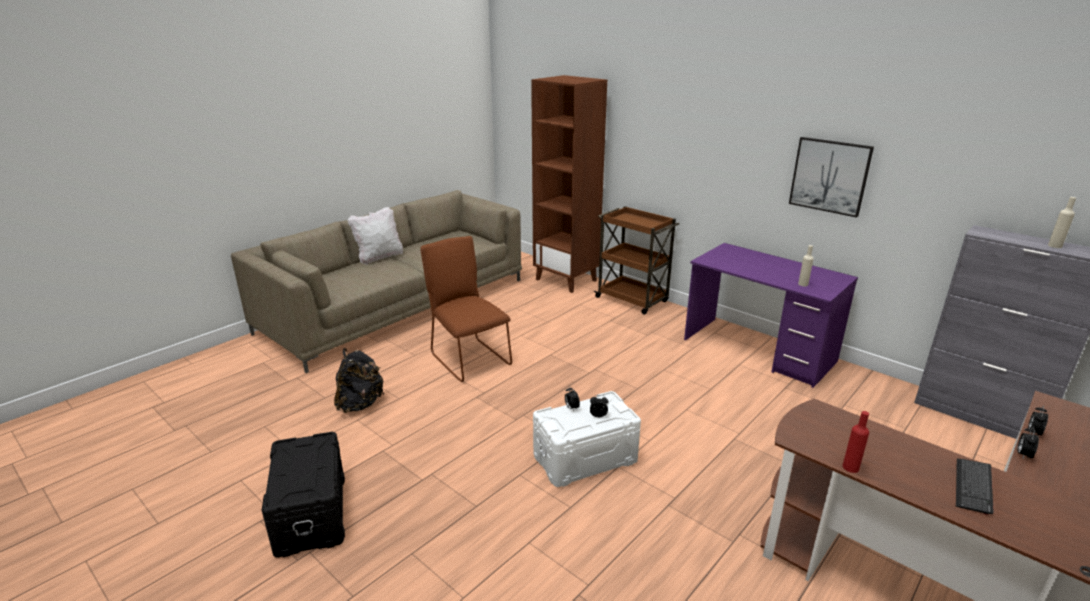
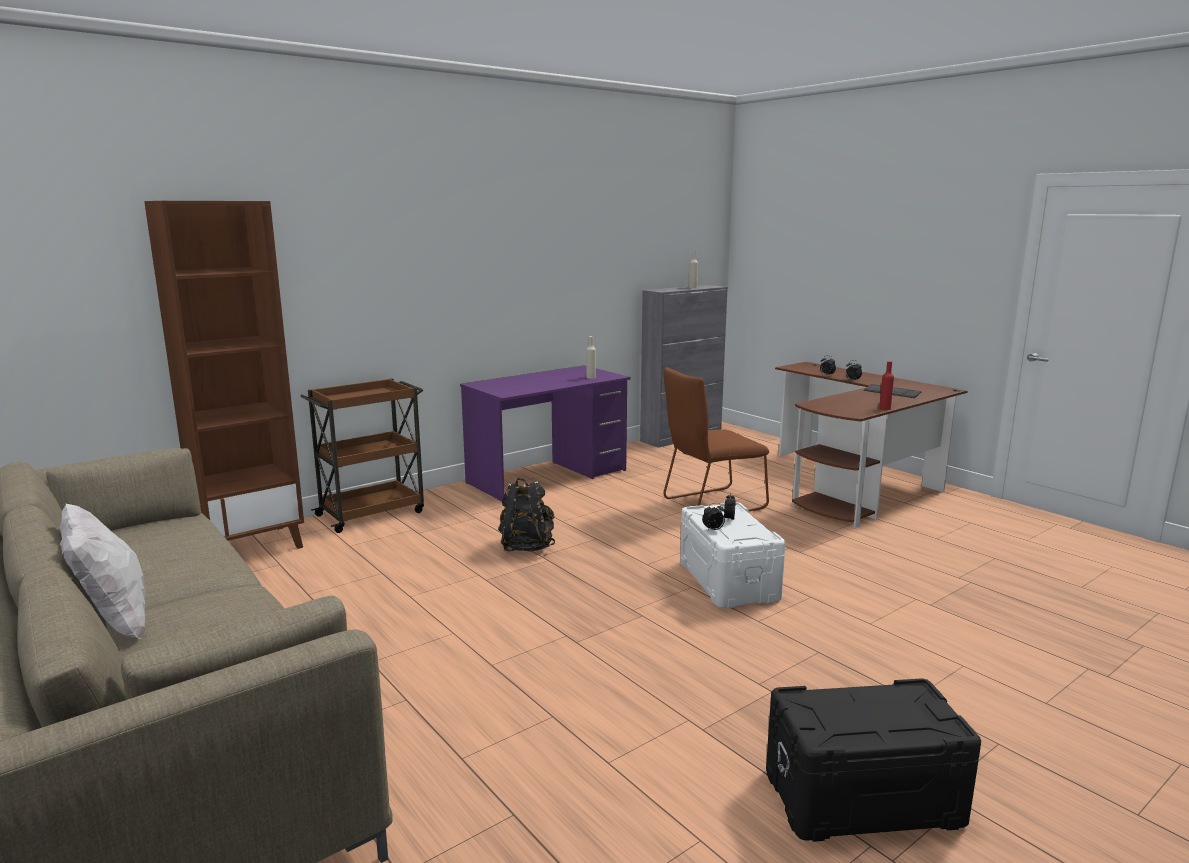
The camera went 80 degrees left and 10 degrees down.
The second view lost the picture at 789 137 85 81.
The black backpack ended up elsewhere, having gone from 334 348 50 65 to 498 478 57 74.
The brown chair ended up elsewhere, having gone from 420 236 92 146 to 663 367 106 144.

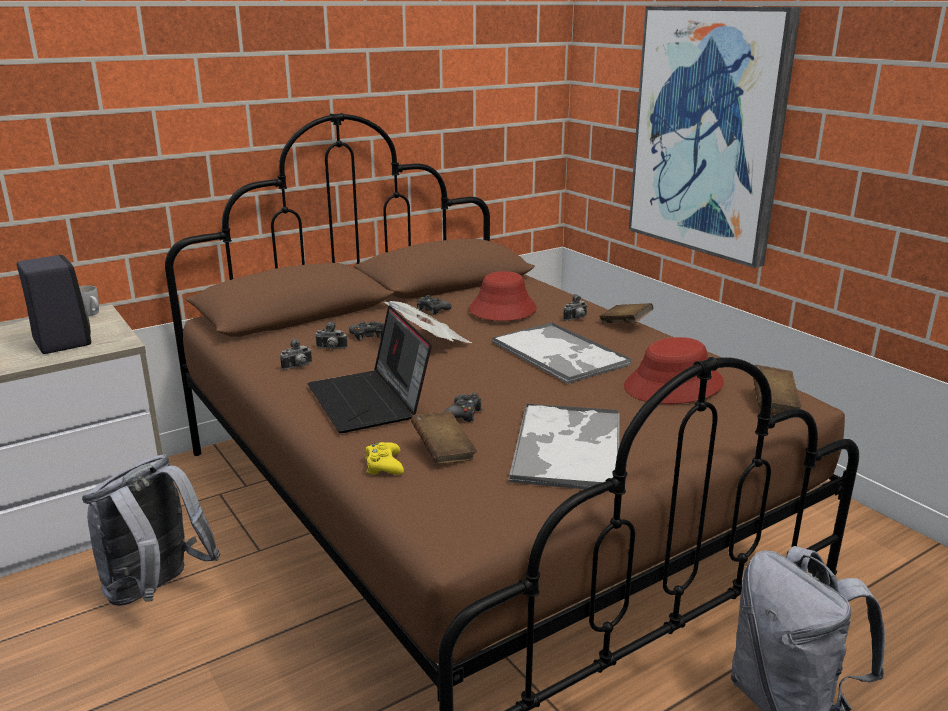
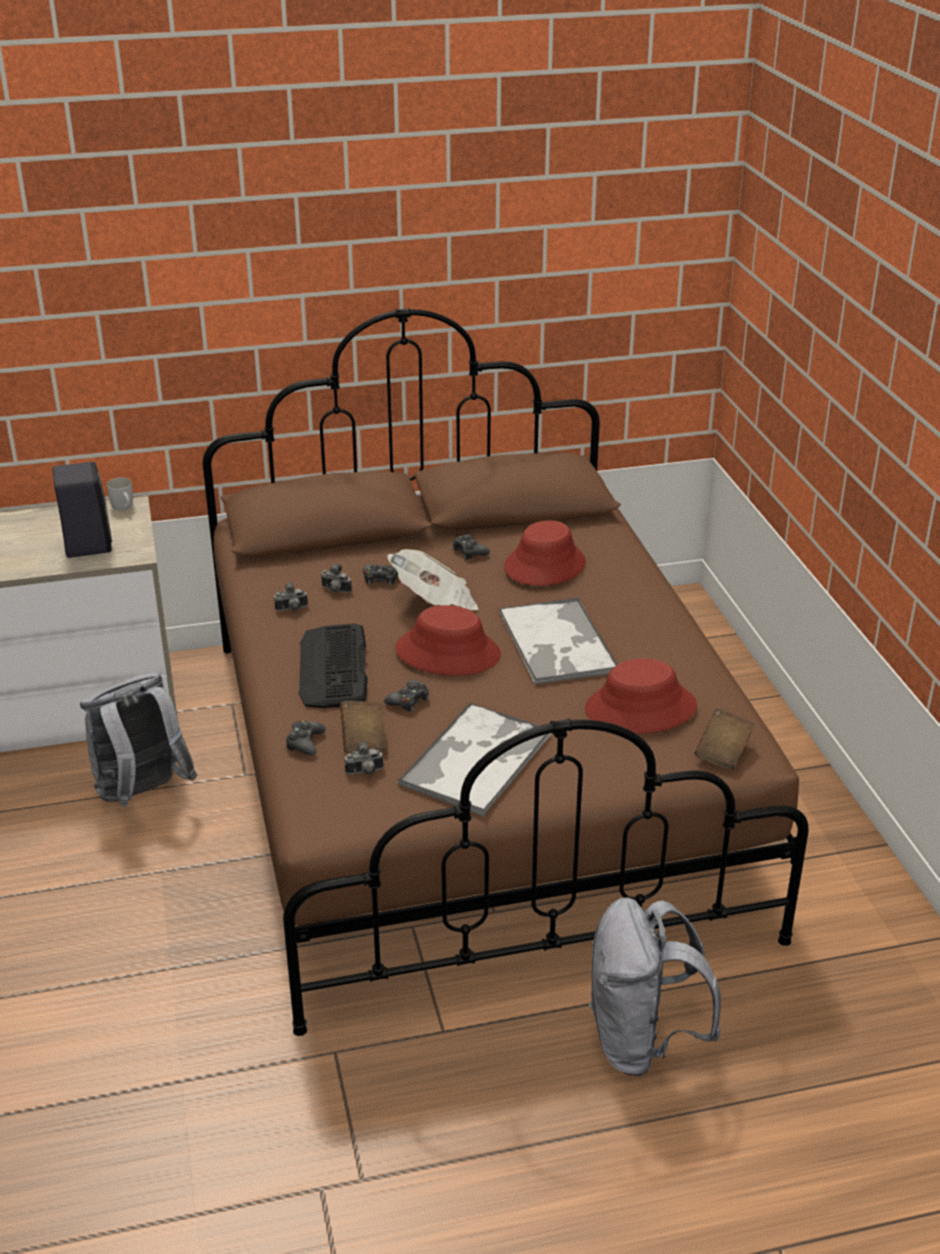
The camera went 20 degrees right and 10 degrees up.
The second view lost the brown book at 599 303 54 20.
The second view lost the picture at 629 6 172 262.
The second view gained the red hat at 395 605 106 71.
The photo camera ended up elsewhere, having gone from 563 294 24 27 to 345 740 39 35.
Where the laptop stood at 307 306 125 127, the keyboard came to stand at 299 623 69 85.
What was the yellow game controller at 365 442 39 33 turned into the black game controller at 286 720 40 36.

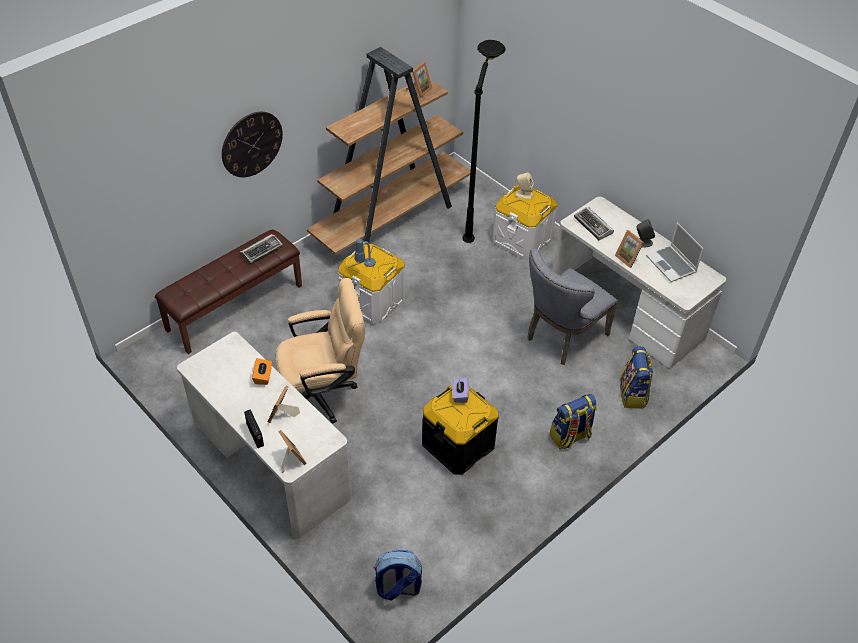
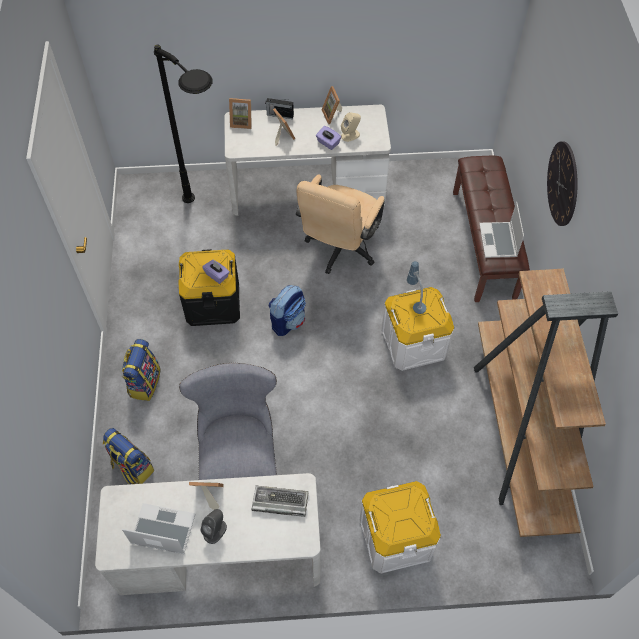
The camera went 130 degrees right and 10 degrees up.
The backpack ended up elsewhere, having gone from 374 549 48 52 to 269 285 37 51.
The picture frame ended up elsewhere, having gone from 406 62 27 36 to 322 86 20 38.
The black floor lamp ended up elsewhere, having gone from 462 40 43 203 to 154 44 58 159.
The beige speaker ended up elsewhere, having gone from 515 172 19 27 to 341 112 20 30.
Where the keyboard stood at 240 234 43 31, the laptop came to stand at 479 202 45 56.
What was the orange tissue box at 252 358 20 27 turned into the purple tissue box at 316 126 25 24.

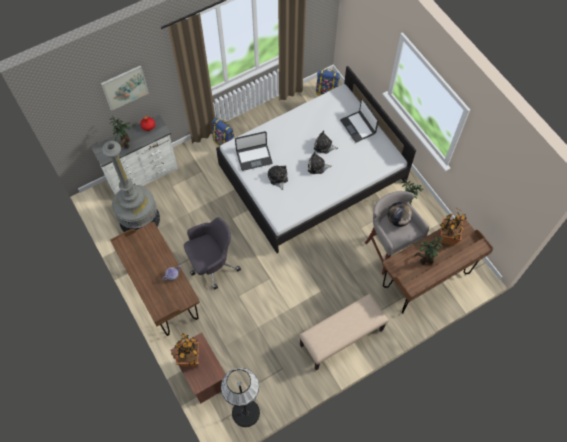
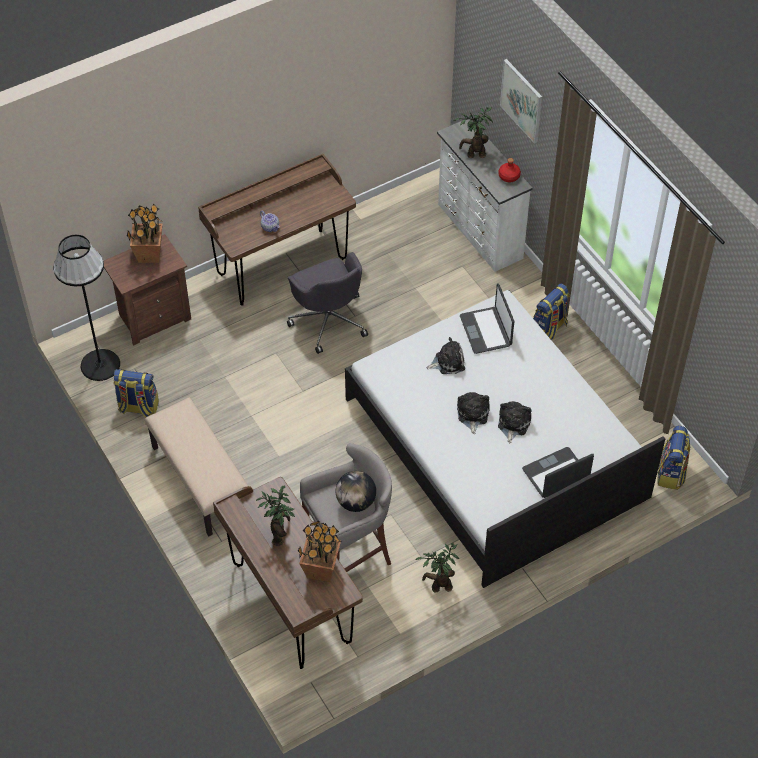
The camera went 90 degrees right and 10 degrees down.
The second view lost the grey floor lamp at 102 141 58 91.
The second view gained the backpack at 114 369 45 49.

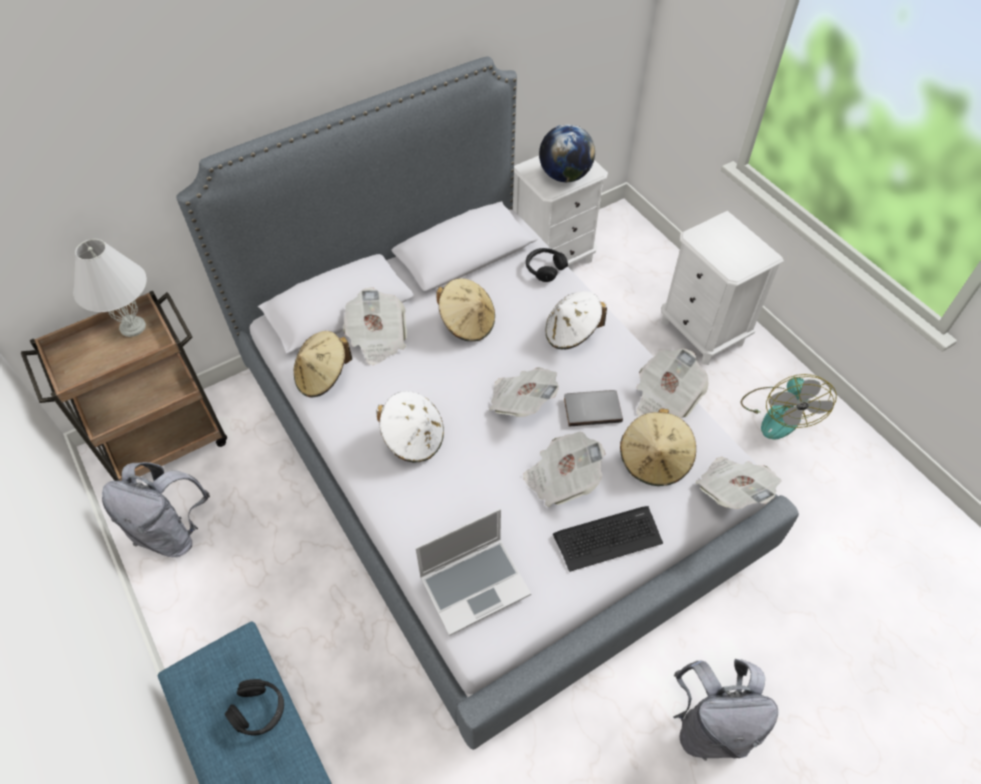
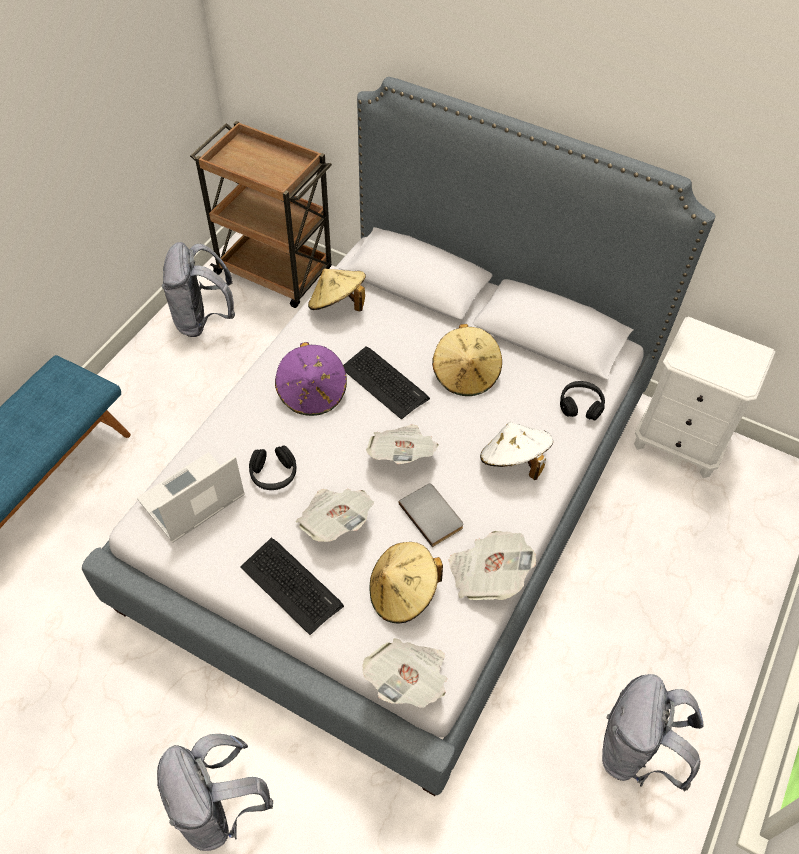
The camera went 60 degrees right and 0 degrees up.
The second view lost the white table lamp at 73 239 74 98.
The second view lost the newspaper at 343 287 64 78.
The second view lost the globe at 539 124 56 58.
The second view lost the white nightstand at 661 211 123 154.
The second view gained the keyboard at 343 346 87 73.
The black headphones ended up elsewhere, having gone from 225 679 59 56 to 249 445 48 45.
Where the fan stood at 741 374 96 66, the grey backpack came to stand at 602 674 102 117.
What was the white hat at 376 391 68 72 turned into the purple hat at 275 342 72 74.
The laptop at 415 508 116 128 ended up facing another way, 105 degrees clockwise from before.

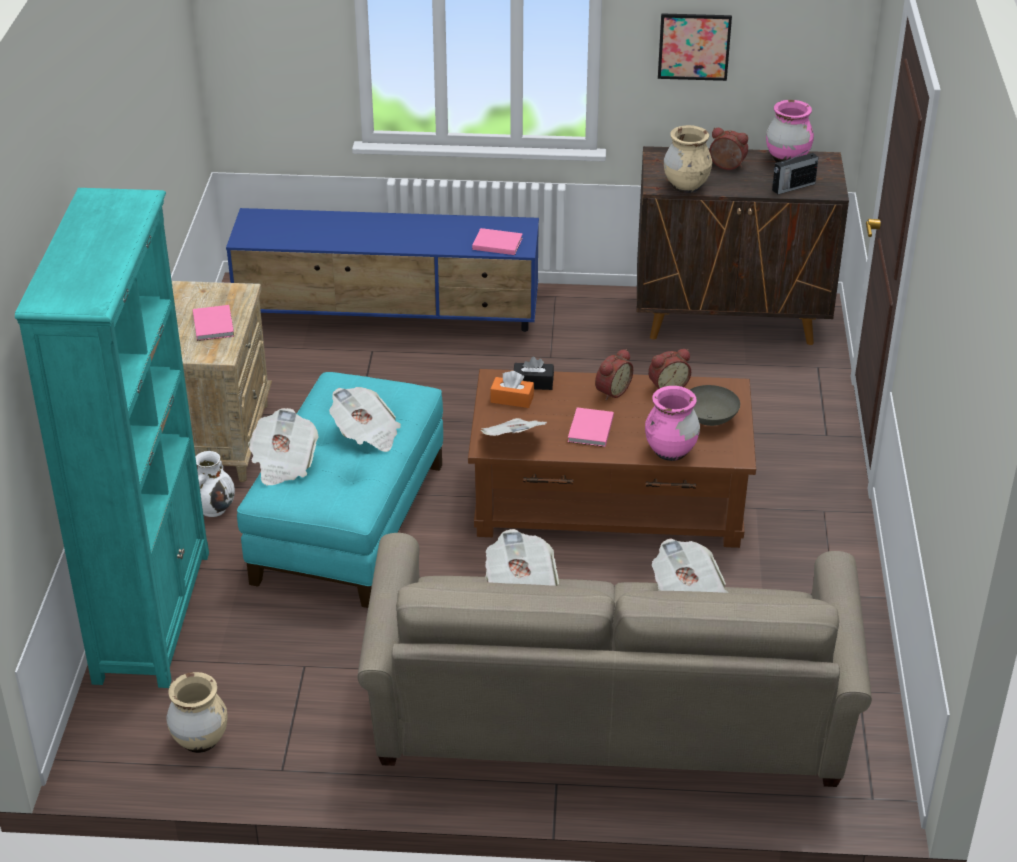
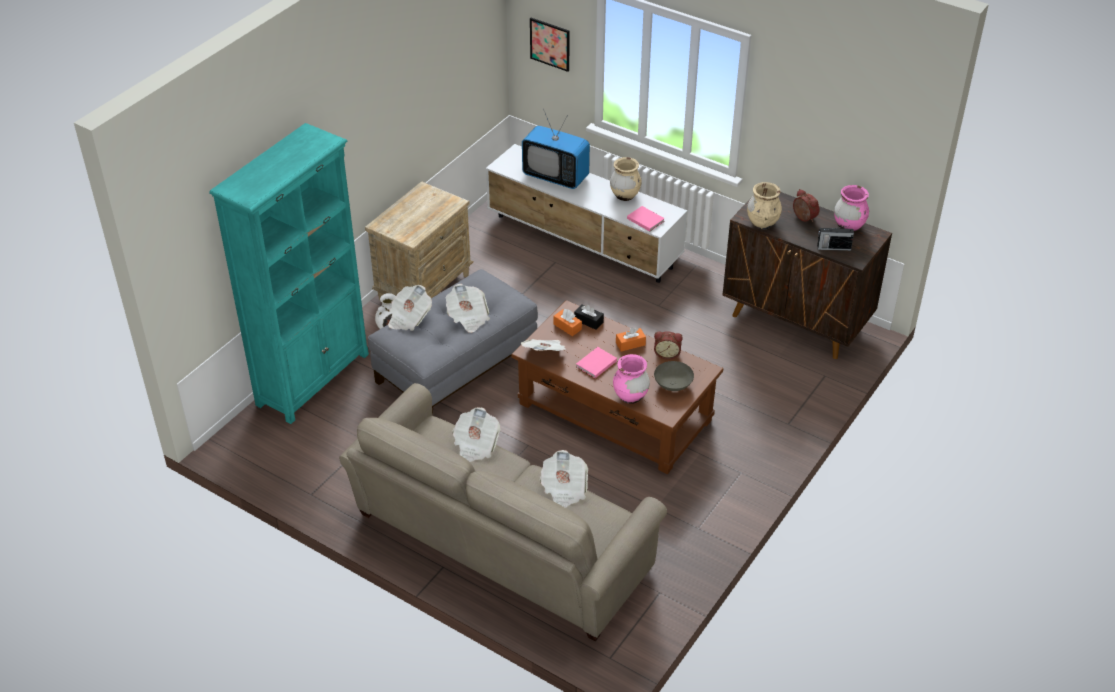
The camera went 30 degrees right and 5 degrees up.
The second view lost the pink book at 193 305 41 36.
The second view gained the television at 522 109 68 80.
The beige vase ended up elsewhere, having gone from 166 672 62 81 to 610 157 31 44.
The picture ended up elsewhere, having gone from 658 13 74 68 to 530 18 40 54.
Where the alarm clock stood at 595 349 38 51, the orange tissue box came to stand at 616 328 30 23.
What was the blue tv stand at 226 208 313 124 turned into the white tv stand at 486 144 202 139.
What was the turquoise ottoman at 237 372 206 236 turned into the grey ottoman at 368 269 170 145.

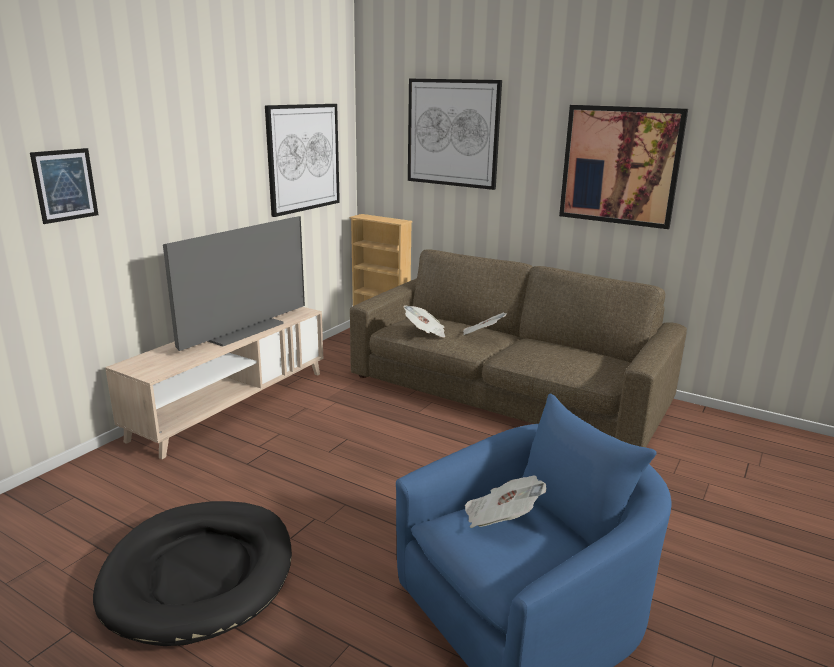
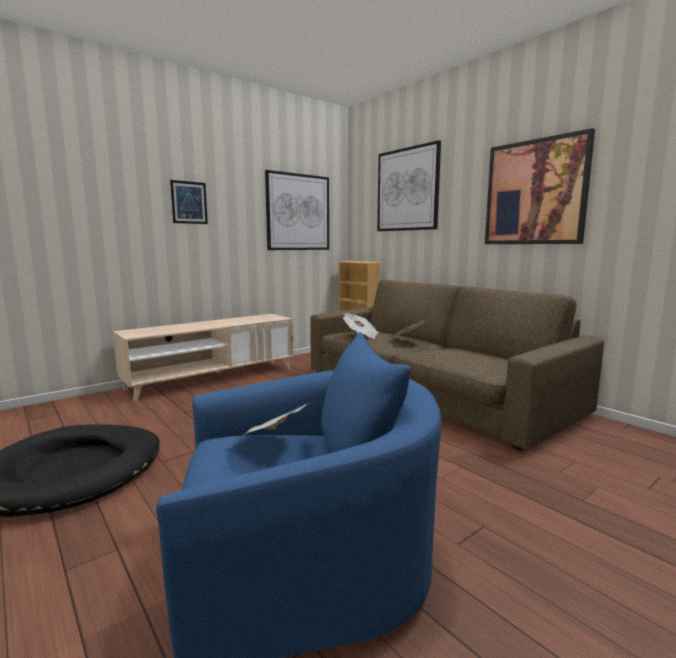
The camera went 20 degrees right and 10 degrees down.
The second view lost the television at 163 216 142 135.
The picture ended up elsewhere, having gone from 30 148 68 76 to 170 180 38 44.

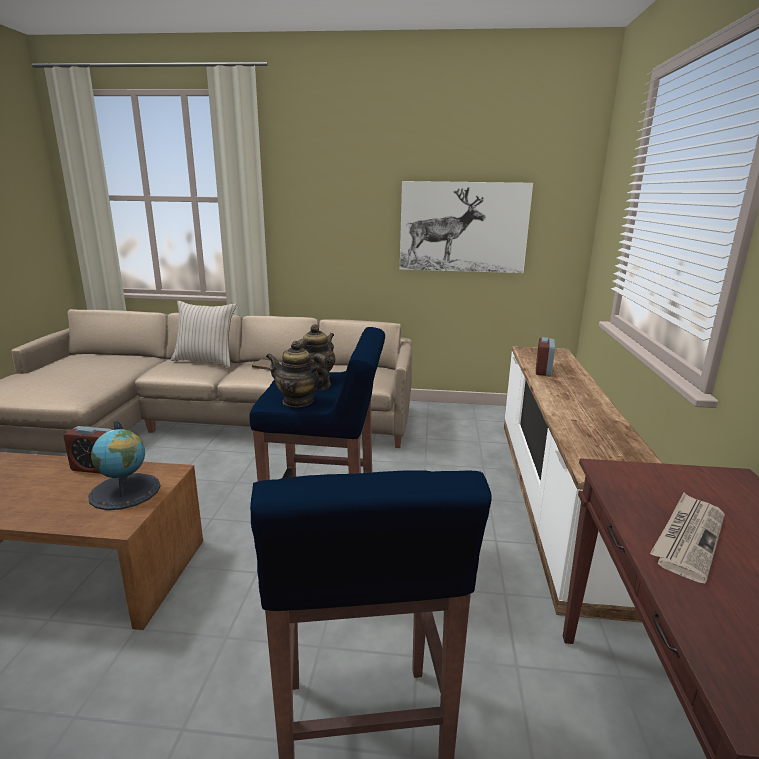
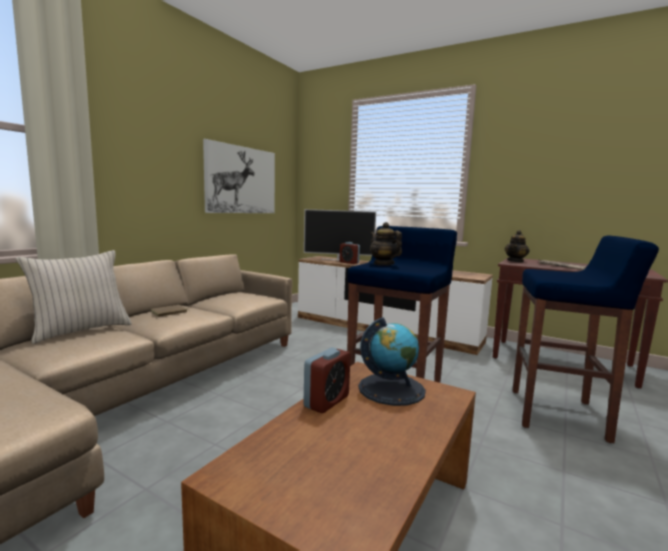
The camera went 65 degrees left and 10 degrees down.
The second view gained the television at 304 209 72 51.
The teapot ended up elsewhere, having gone from 266 341 65 66 to 505 230 25 33.

